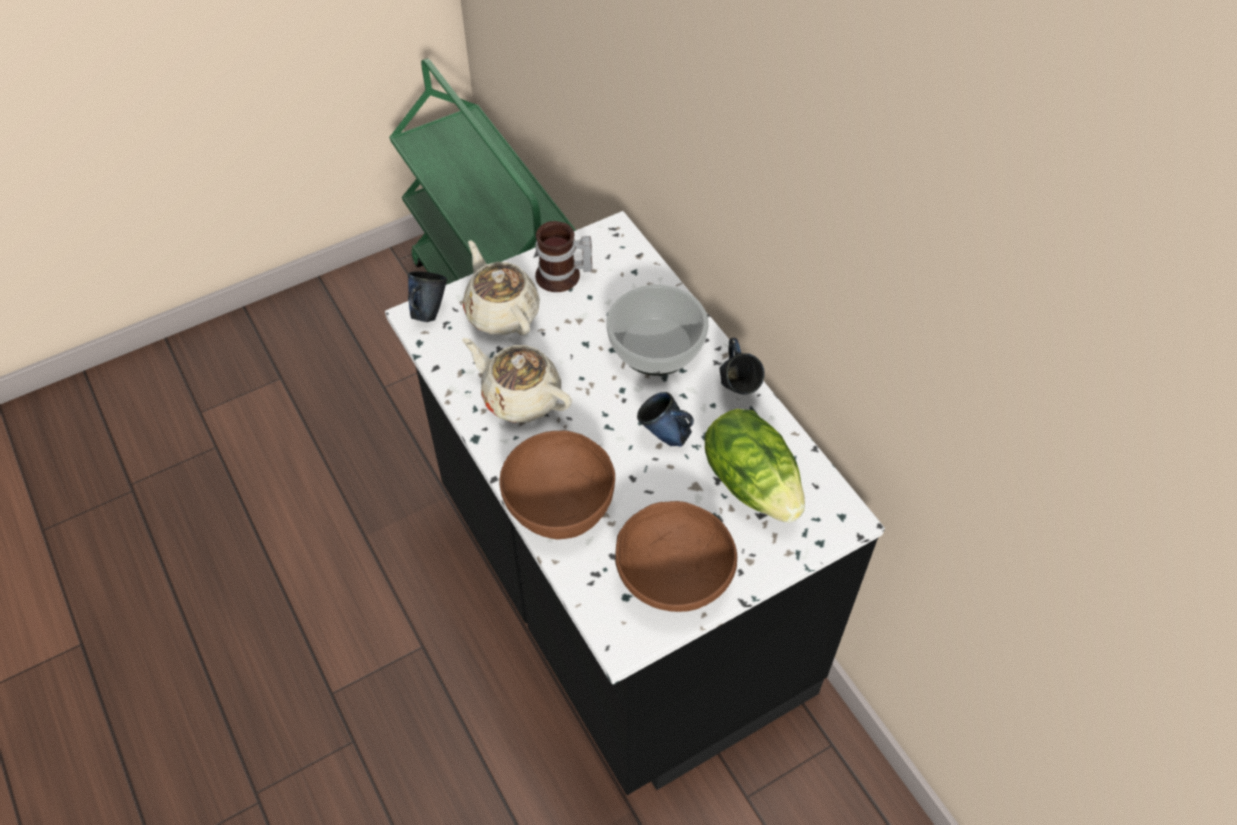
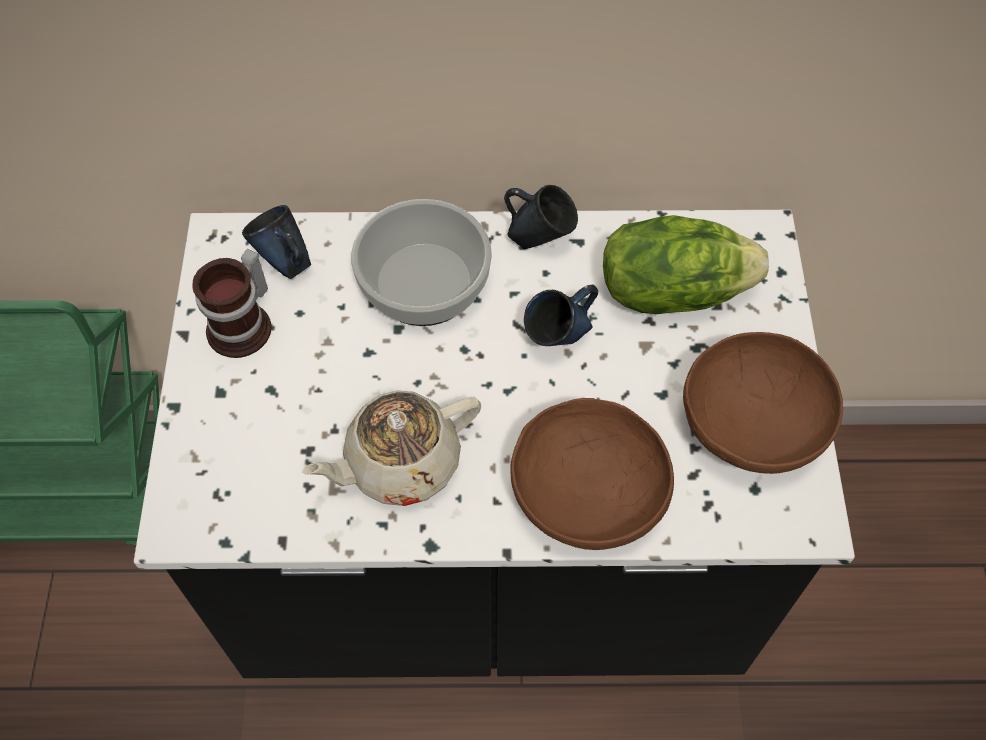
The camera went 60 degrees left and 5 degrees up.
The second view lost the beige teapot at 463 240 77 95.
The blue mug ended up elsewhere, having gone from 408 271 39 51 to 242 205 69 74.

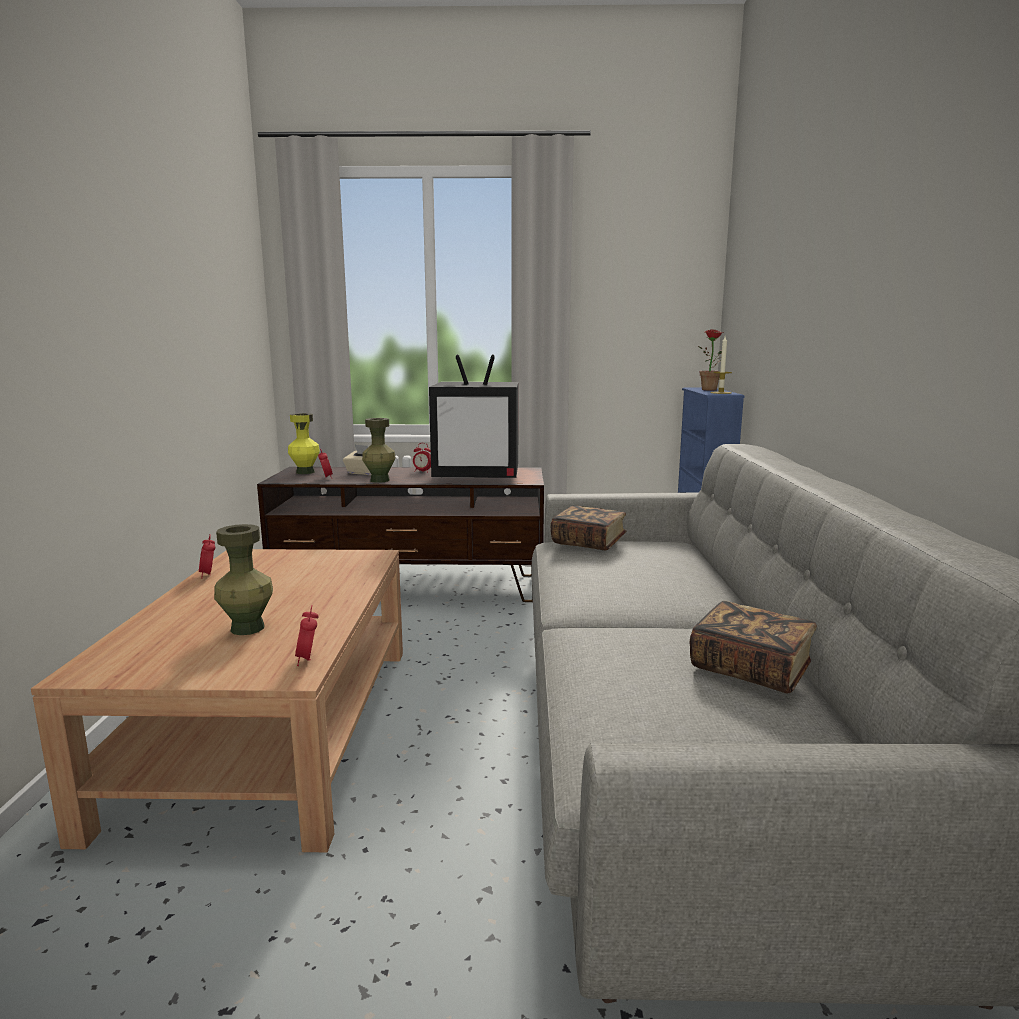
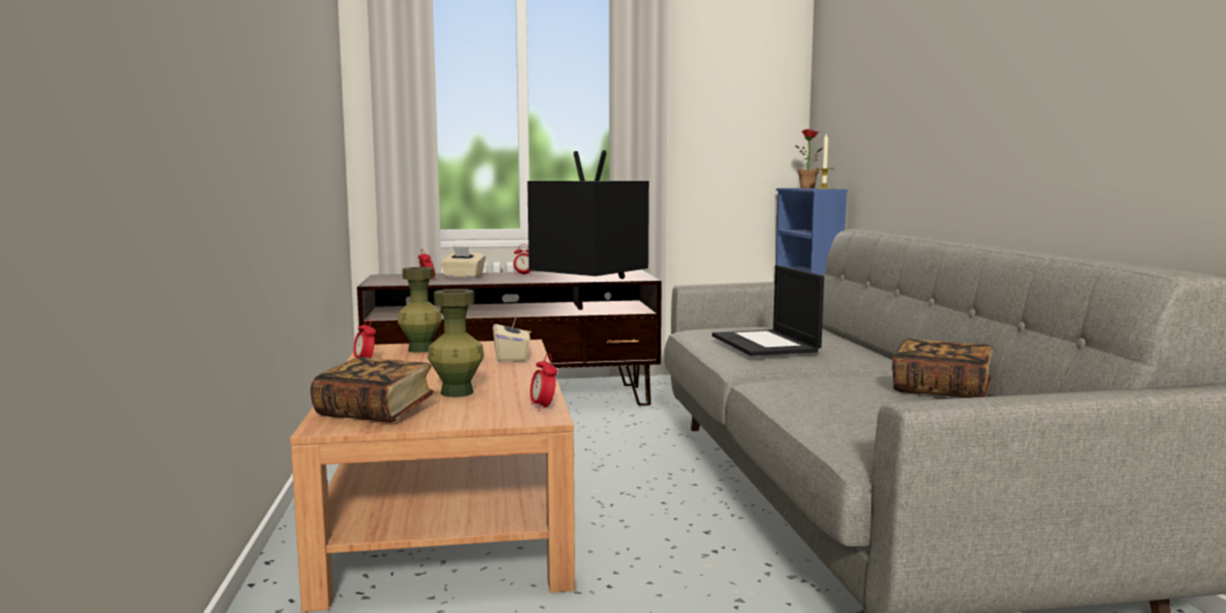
The camera went 10 degrees left and 5 degrees down.
The second view lost the yellow vase at 288 413 32 61.
The second view gained the beige tissue box at 493 315 37 47.
The second view gained the laptop at 712 265 112 91.
The green vase ended up elsewhere, having gone from 362 418 34 65 to 398 267 44 86.
The book ended up elsewhere, having gone from 550 505 77 45 to 310 357 125 66.
The television at 429 354 90 124 ended up facing another way, 135 degrees counterclockwise from before.

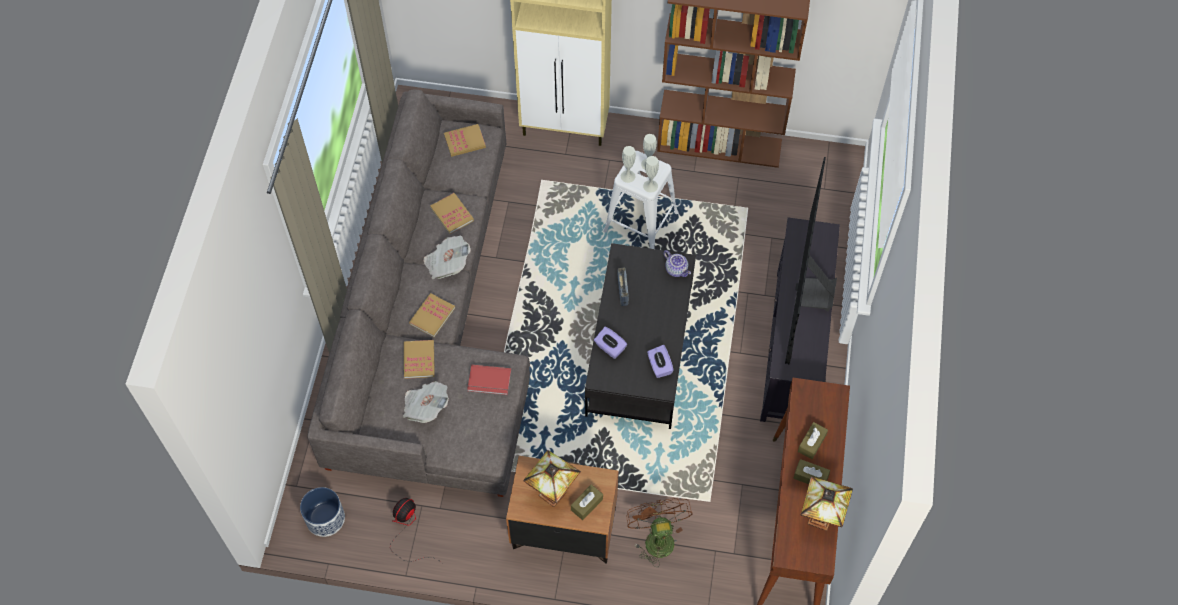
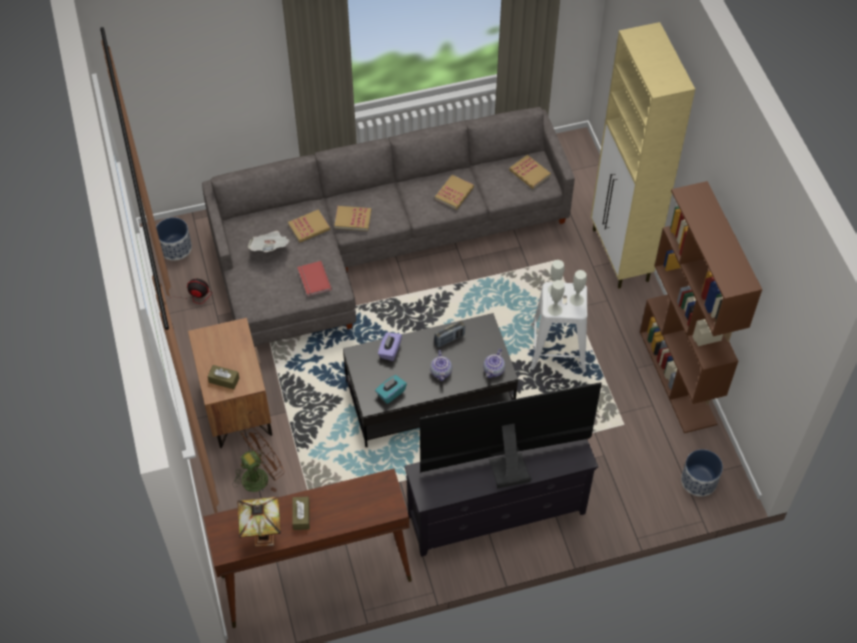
The camera went 65 degrees right and 5 degrees down.
The second view lost the newspaper at 423 236 48 44.
The second view lost the table lamp at 524 450 57 57.
The second view lost the brown tissue box at 798 422 30 37.
The second view gained the teapot at 430 350 22 31.
The second view gained the planter at 681 449 42 48.
What was the purple tissue box at 647 345 27 33 turned into the turquoise tissue box at 375 375 32 29.

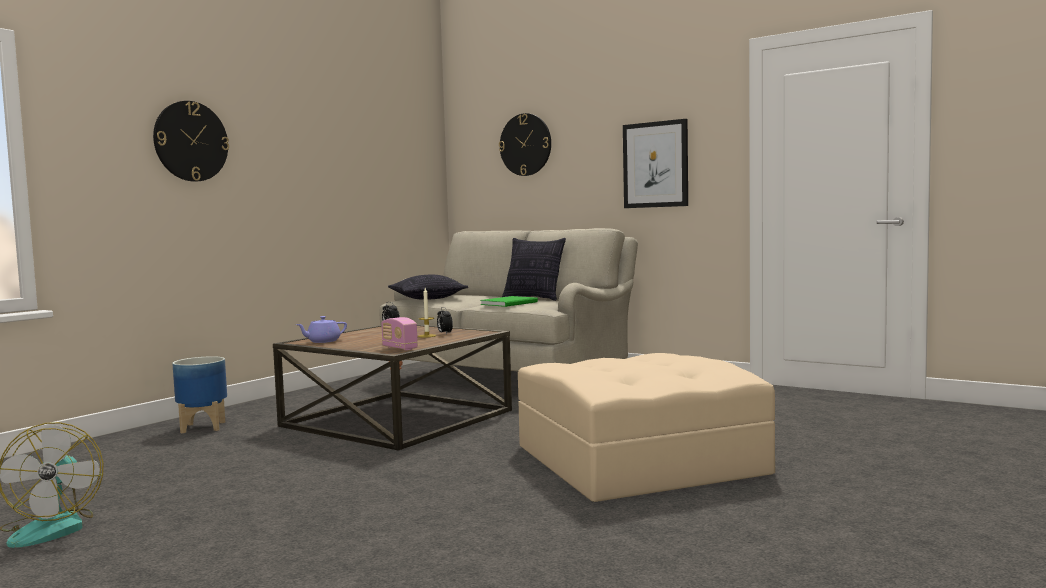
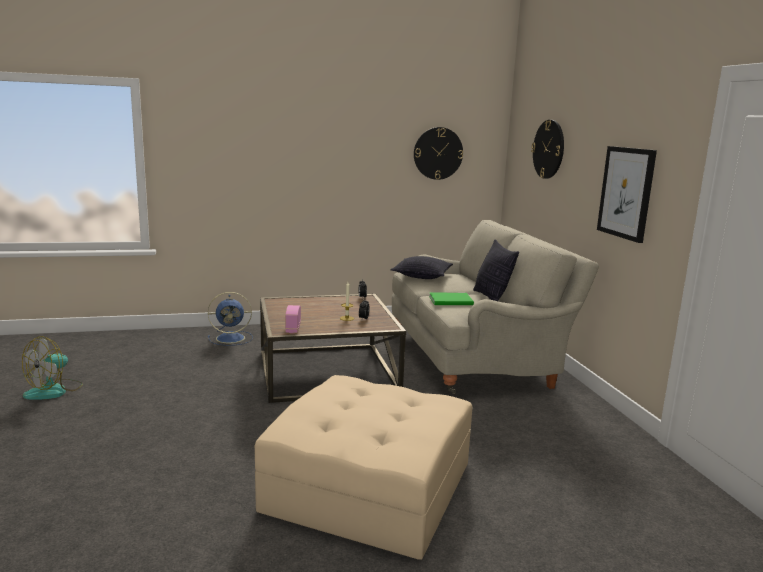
The camera went 40 degrees right and 10 degrees up.
The second view lost the purple teapot at 296 316 51 27.
The wall clock ended up elsewhere, having gone from 153 101 76 81 to 414 127 49 53.
Where the planter stood at 172 356 55 77, the blue fan came to stand at 208 292 45 54.

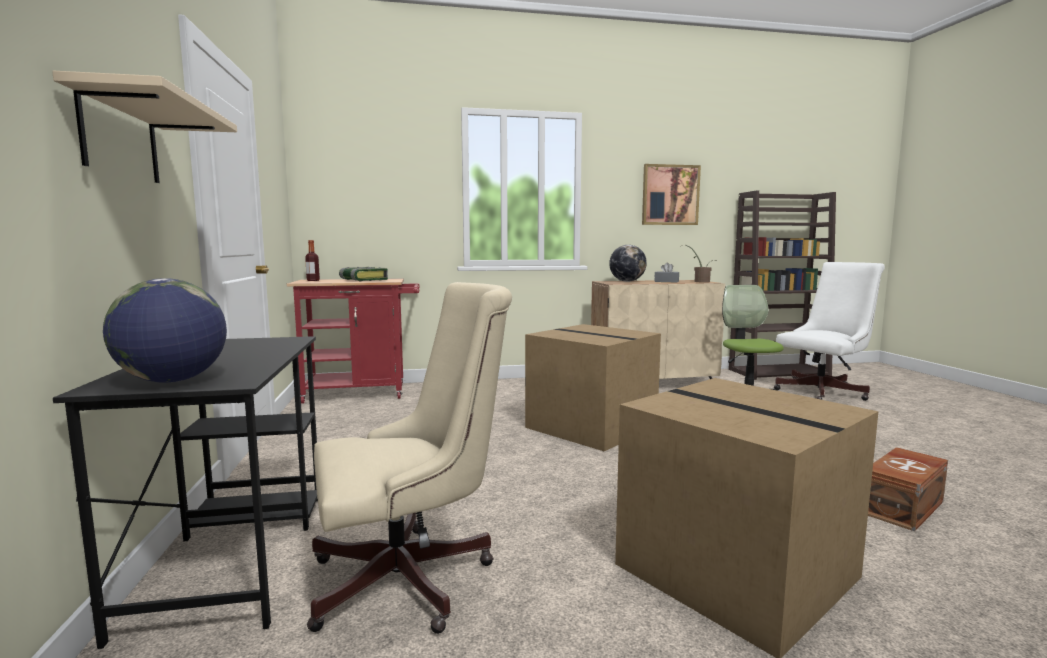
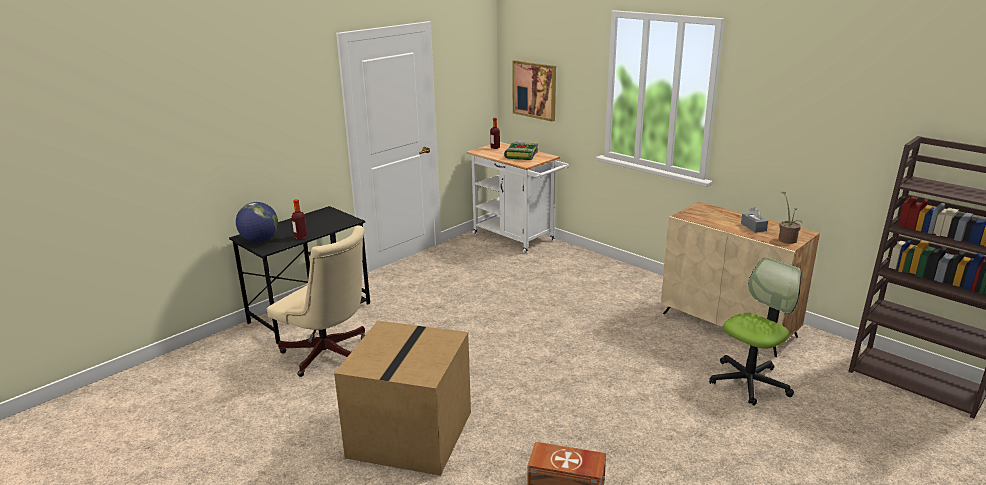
The camera went 55 degrees right and 15 degrees up.
The second view lost the beige shelf at 52 71 185 112.
The second view lost the cardboard box at 525 324 136 127.
The second view lost the globe at 609 245 38 37.
The second view lost the white office chair at 774 262 111 139.
The second view gained the bottle at 292 199 15 40.
The picture ended up elsewhere, having gone from 642 164 59 61 to 512 60 44 62.
What was the red cart at 287 278 133 126 turned into the white cart at 466 142 103 112.

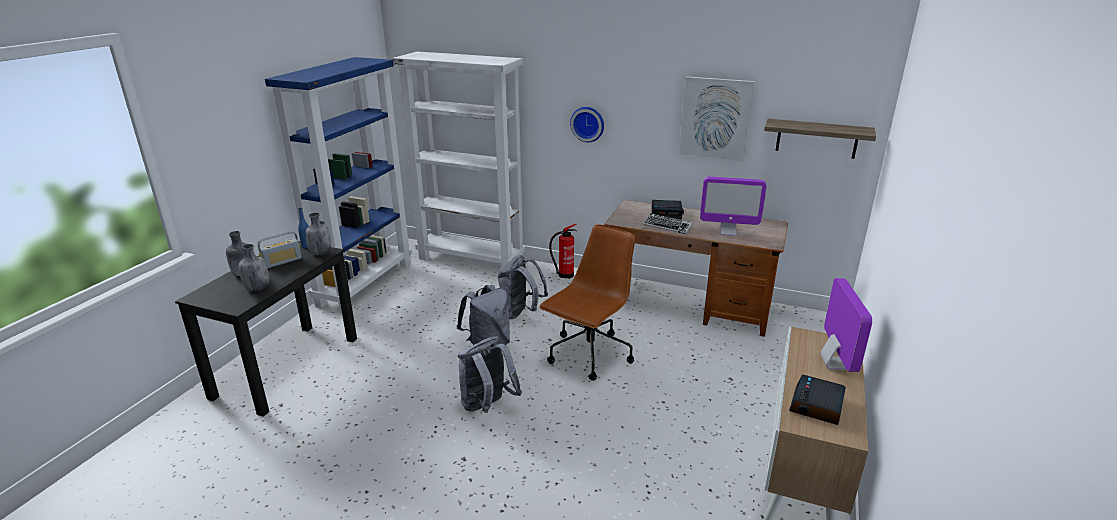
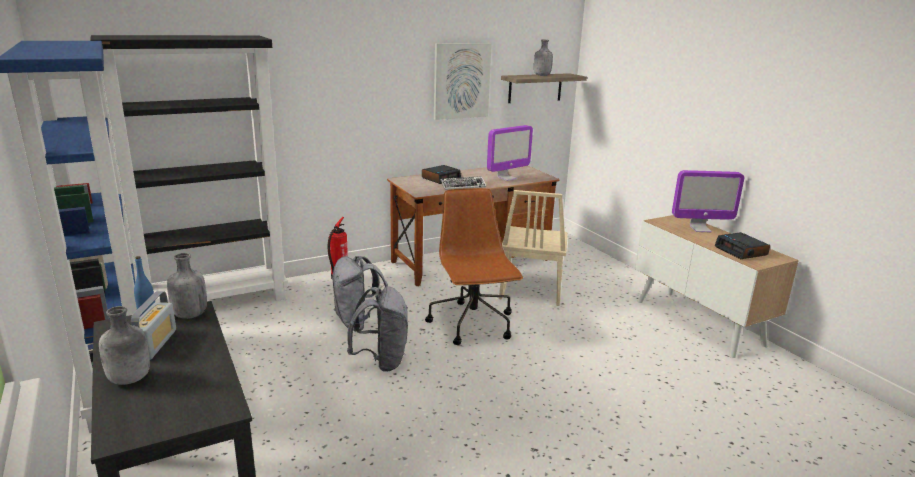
The camera went 50 degrees left and 5 degrees down.
The second view lost the grey backpack at 458 336 64 77.
The second view lost the wall clock at 570 107 34 35.
The second view gained the beige chair at 499 190 69 116.
The grey bottle ended up elsewhere, having gone from 238 244 31 47 to 534 40 19 36.
What was the white bookcase at 392 51 134 220 turned into the black bookcase at 90 35 198 268.
The monitor at 821 278 51 94 ended up facing another way, 135 degrees clockwise from before.

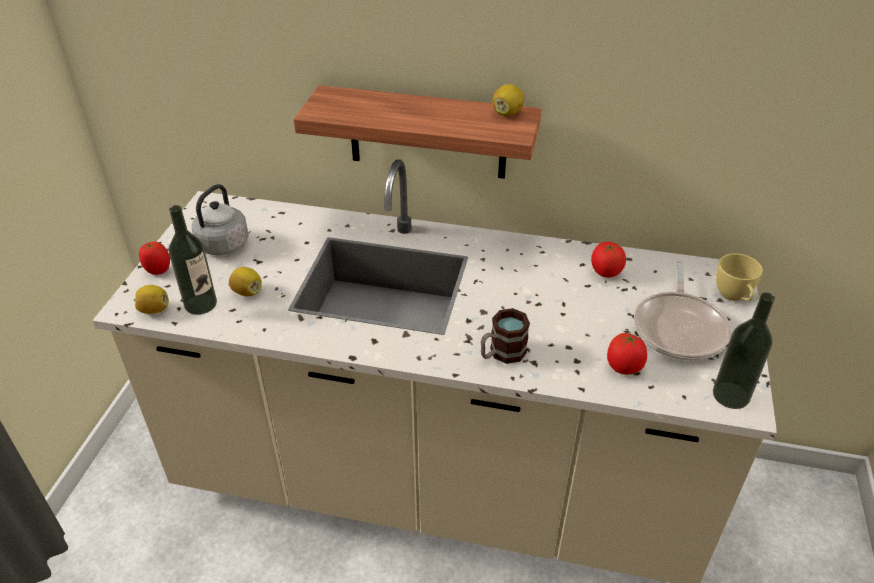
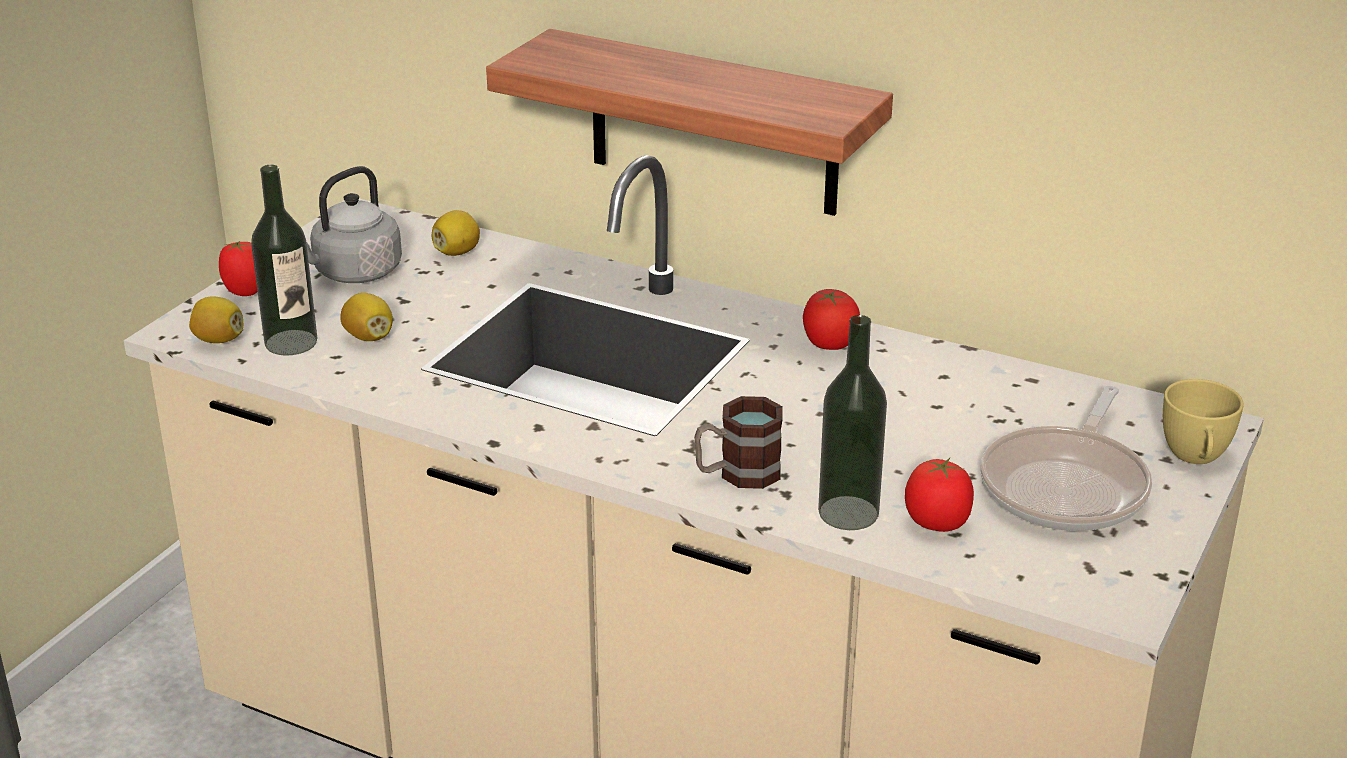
The camera went 15 degrees right and 10 degrees down.
The lemon ended up elsewhere, having gone from 492 84 32 32 to 432 210 48 46.
The tomato ended up elsewhere, having gone from 591 242 35 36 to 803 289 57 61.
The bottle ended up elsewhere, having gone from 713 292 62 117 to 818 315 69 215.

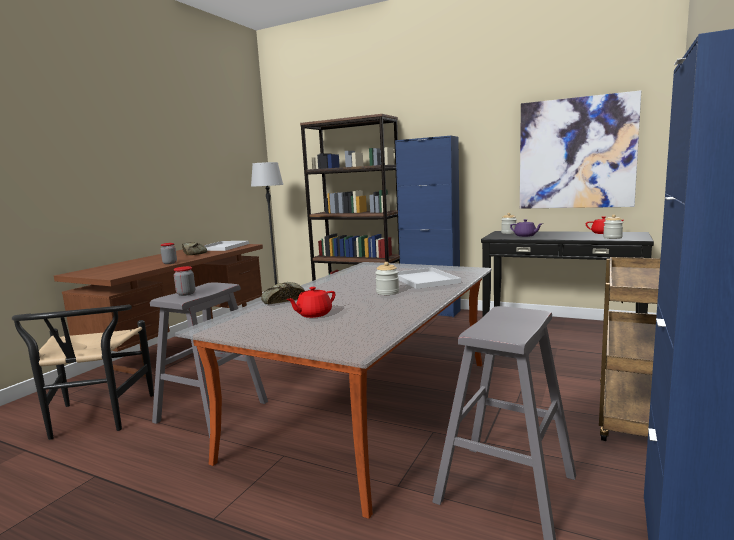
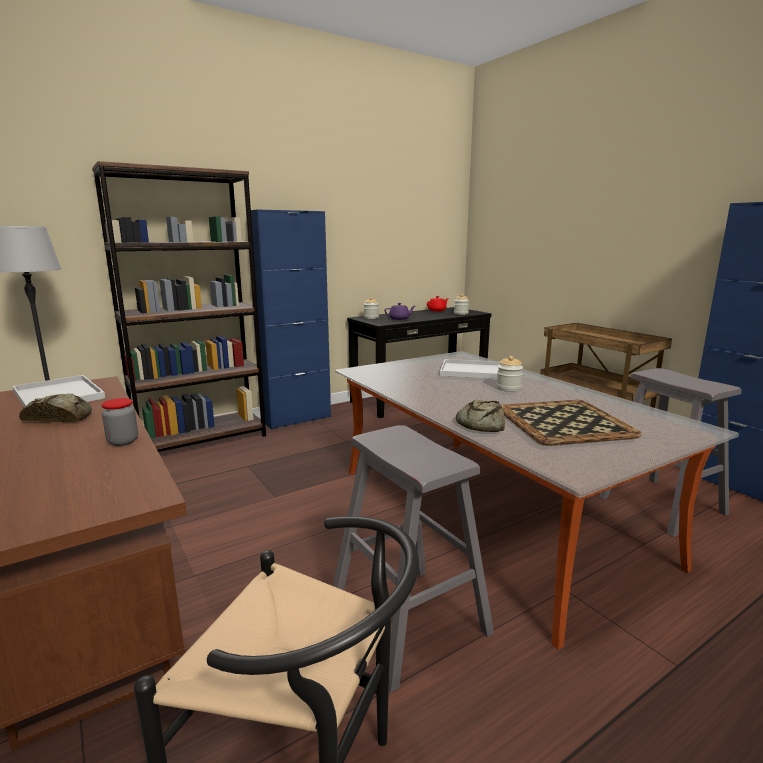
The camera went 60 degrees left and 5 degrees up.
The second view lost the jar at 174 266 21 30.
The second view lost the picture at 520 90 121 119.
Where the red teapot stood at 287 287 48 31, the tray came to stand at 501 400 140 45.

